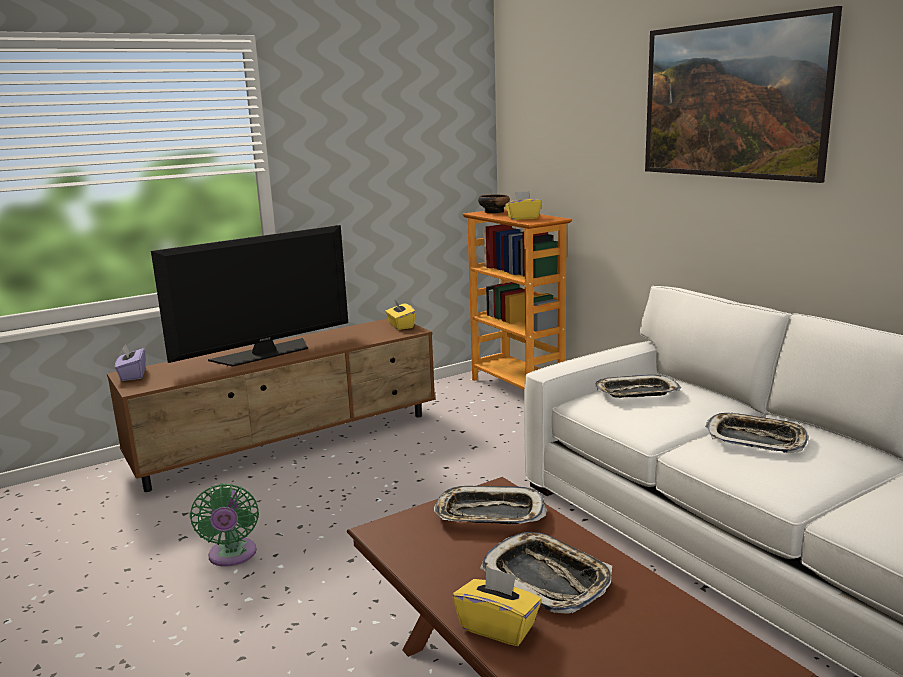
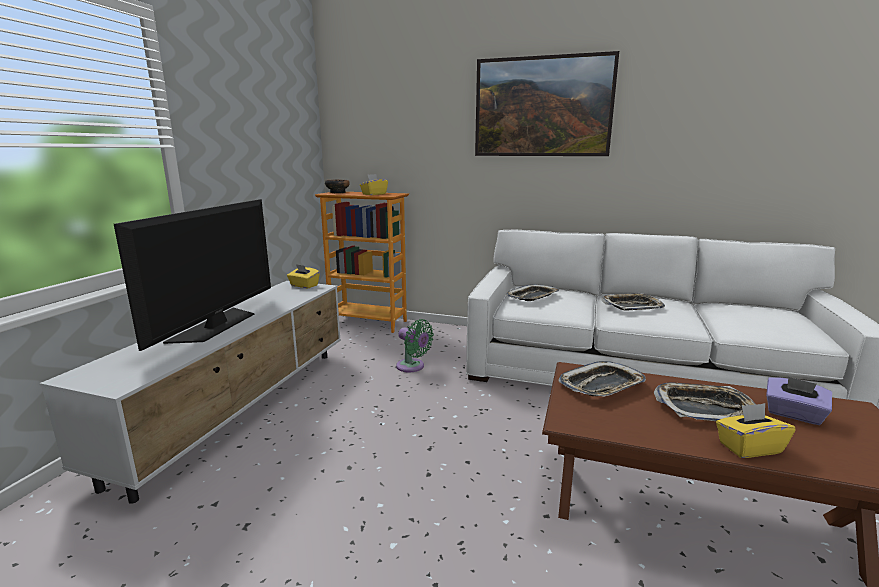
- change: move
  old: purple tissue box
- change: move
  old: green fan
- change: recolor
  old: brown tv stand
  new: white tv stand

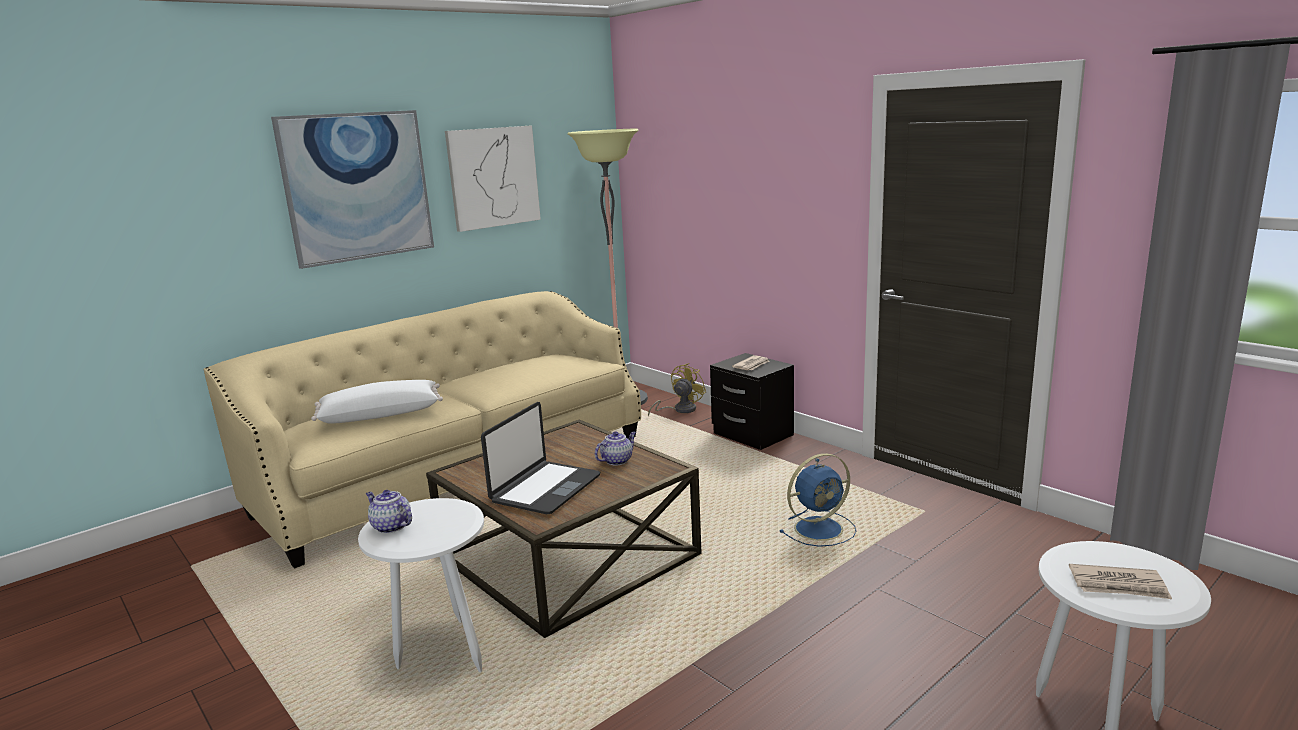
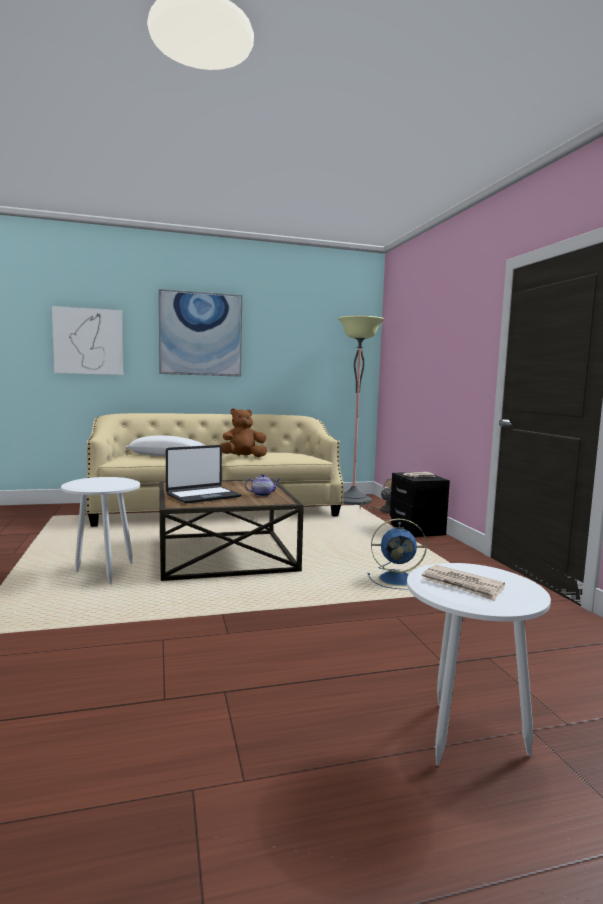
- change: delete
  old: teapot (1st from left)
- change: insert
  new: brown plush toy
- change: move
  old: picture (2nd from left in the first image)
  new: picture (1st from left)

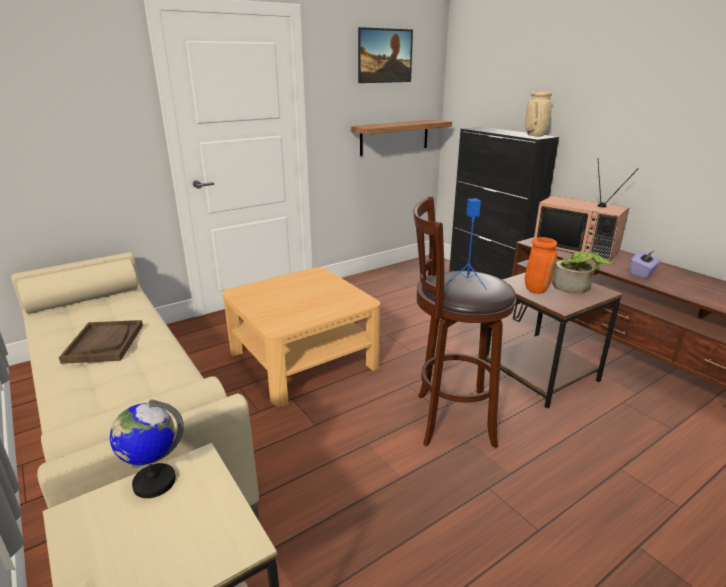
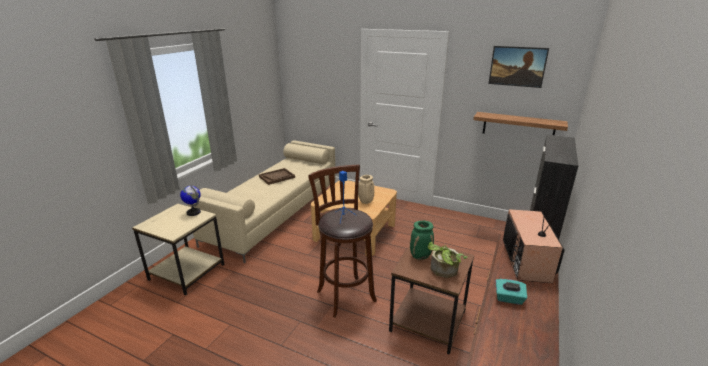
- change: move
  old: beige vase
- change: recolor
  old: orange vase
  new: green vase
- change: recolor
  old: purple tissue box
  new: turquoise tissue box

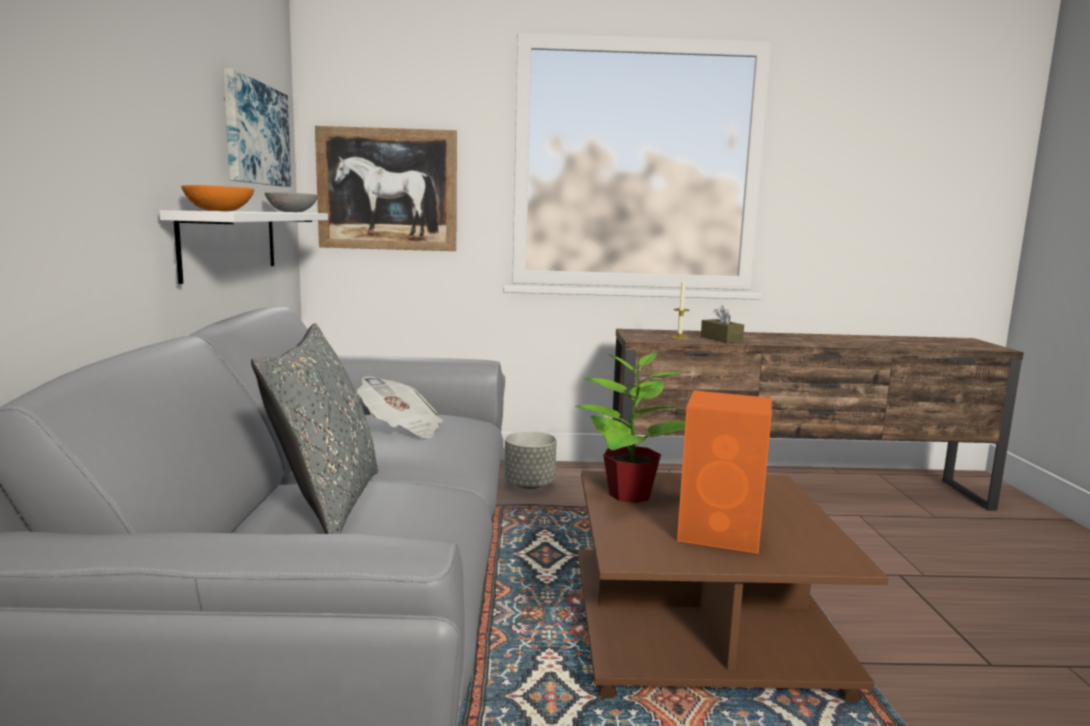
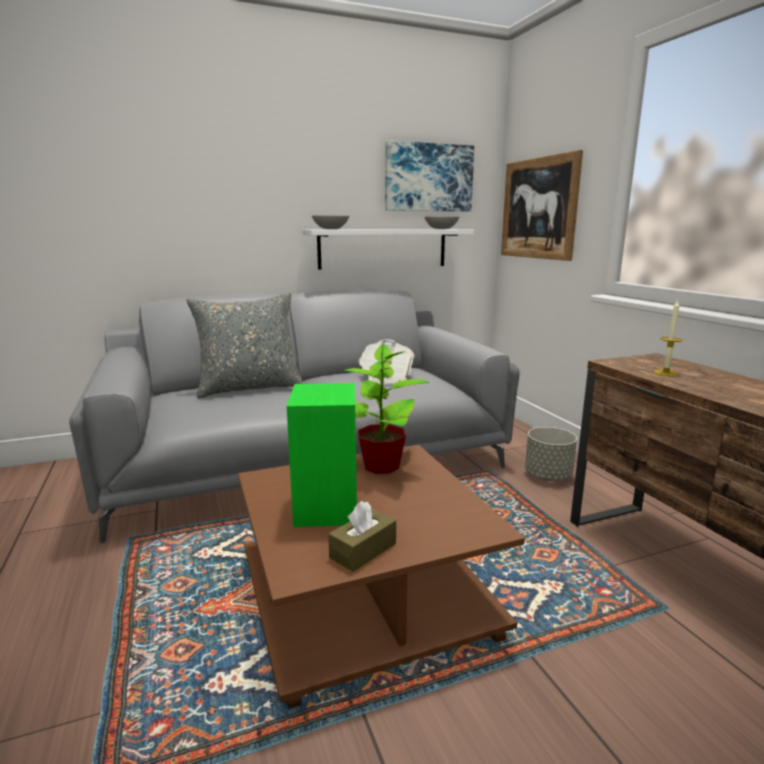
- change: move
  old: brown tissue box
- change: recolor
  old: orange bowl
  new: grey bowl (1st from left)
- change: recolor
  old: orange speaker
  new: green speaker

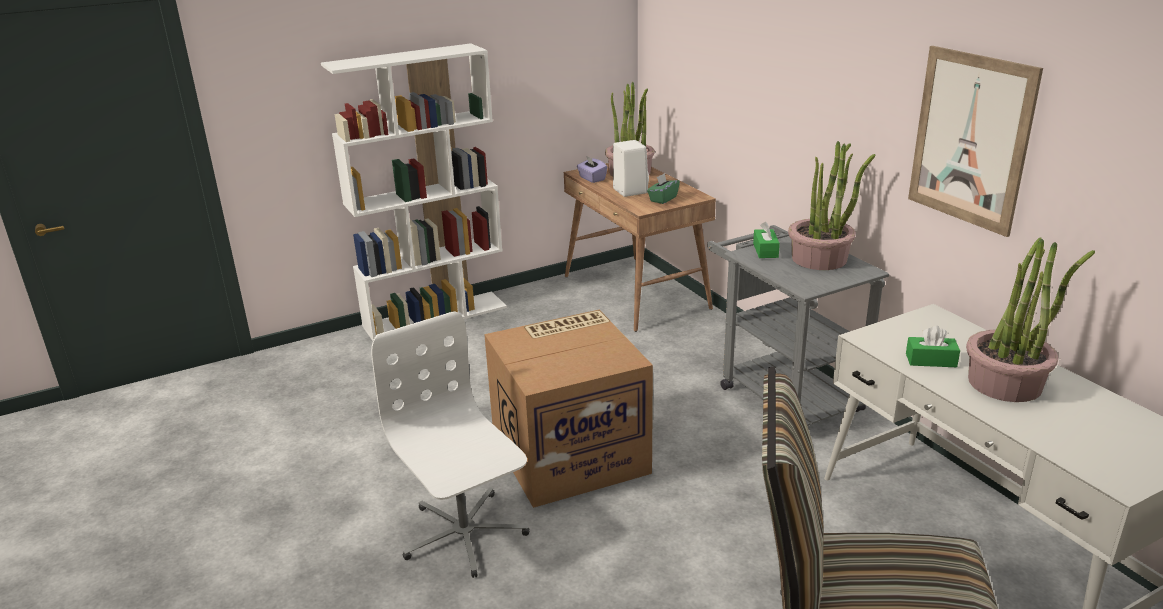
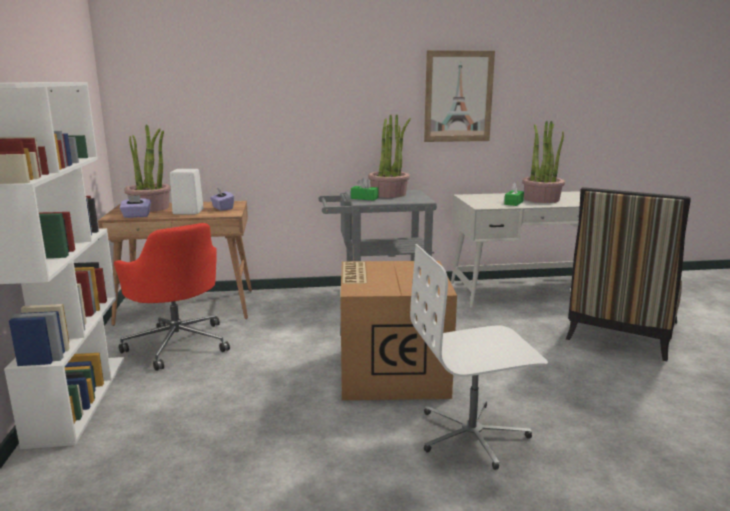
- change: insert
  new: red office chair
- change: recolor
  old: green tissue box (1st from left)
  new: purple tissue box (2nd from left)

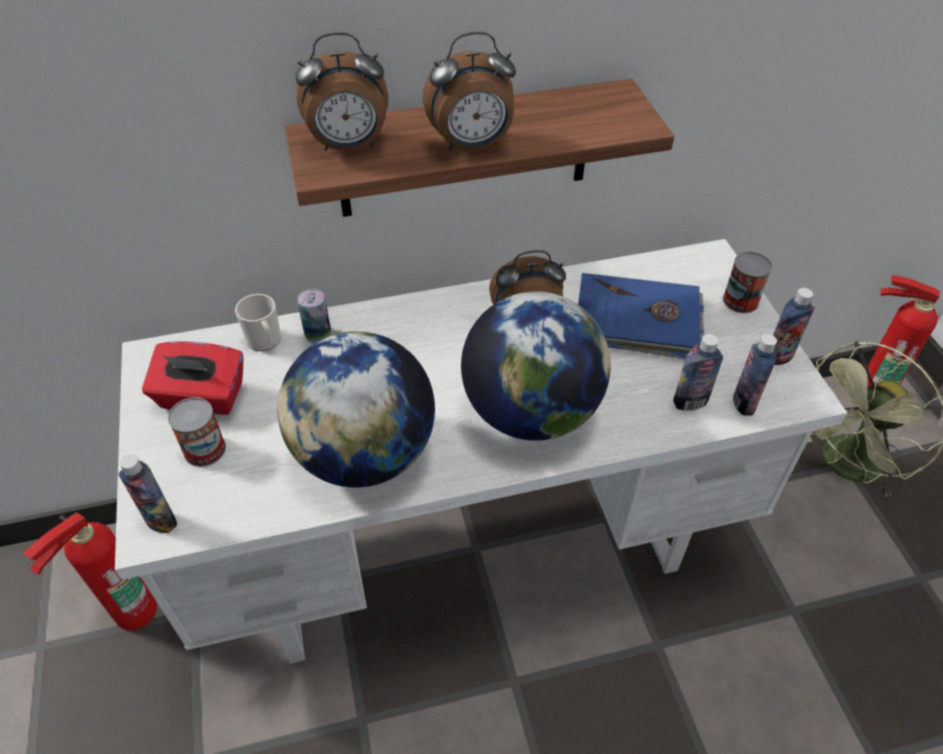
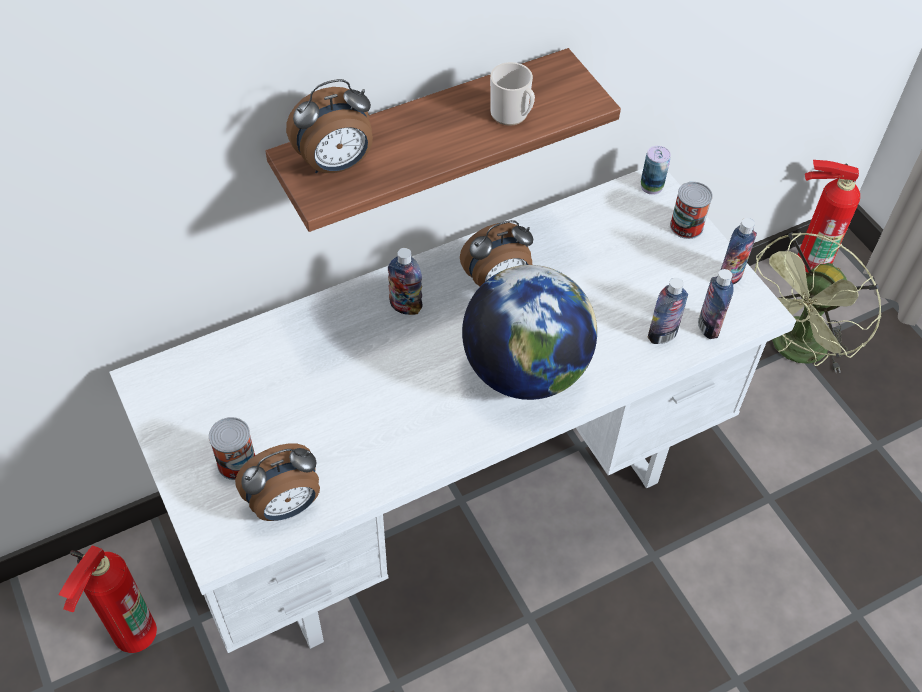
- change: delete
  old: red tissue box
- change: delete
  old: globe (1st from left)
- change: delete
  old: blue book
- change: move
  old: bottle (1st from left)
- change: move
  old: mug
- change: move
  old: can (2nd from left)
- change: move
  old: alarm clock (2nd from left in the first image)
  new: alarm clock (1st from left)

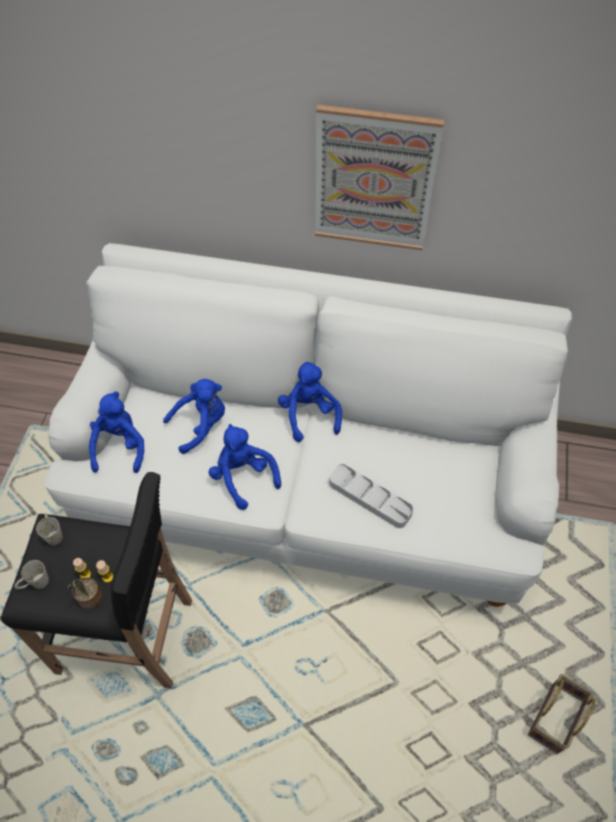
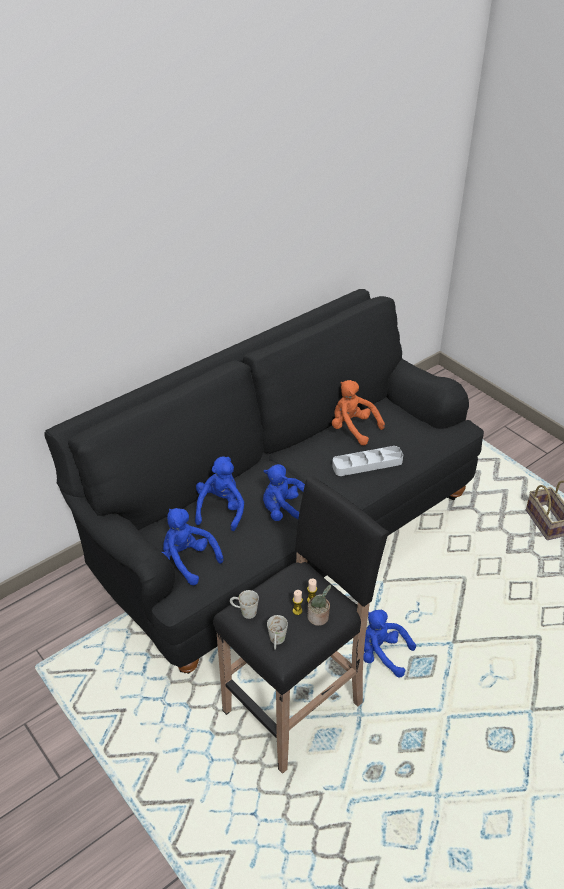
- change: delete
  old: picture
- change: insert
  new: orange plush toy
- change: move
  old: blue plush toy (4th from left)
- change: recolor
  old: white sofa
  new: black sofa

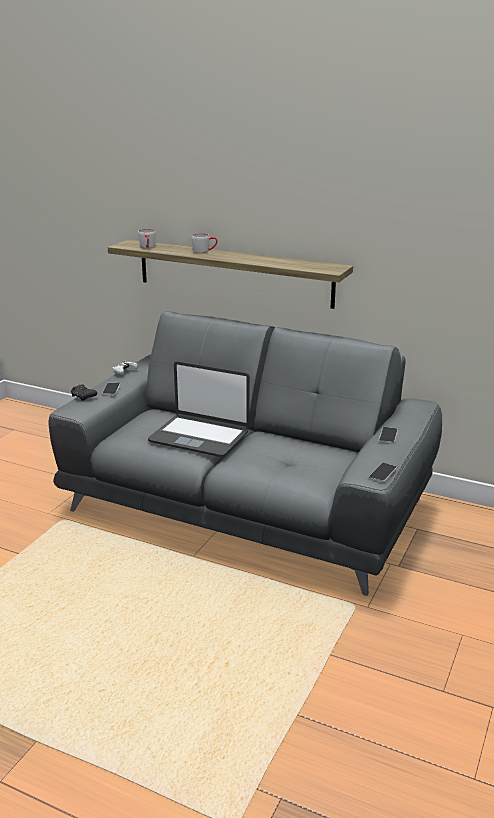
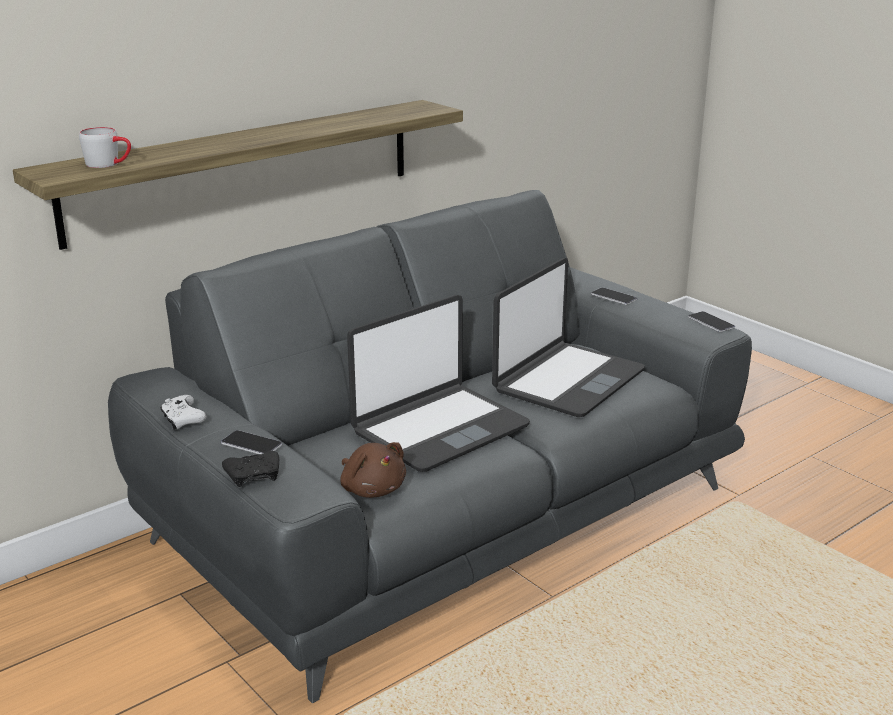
- change: delete
  old: grey mug (2nd from left)
- change: insert
  new: brown plush toy
- change: insert
  new: laptop (2nd from left)

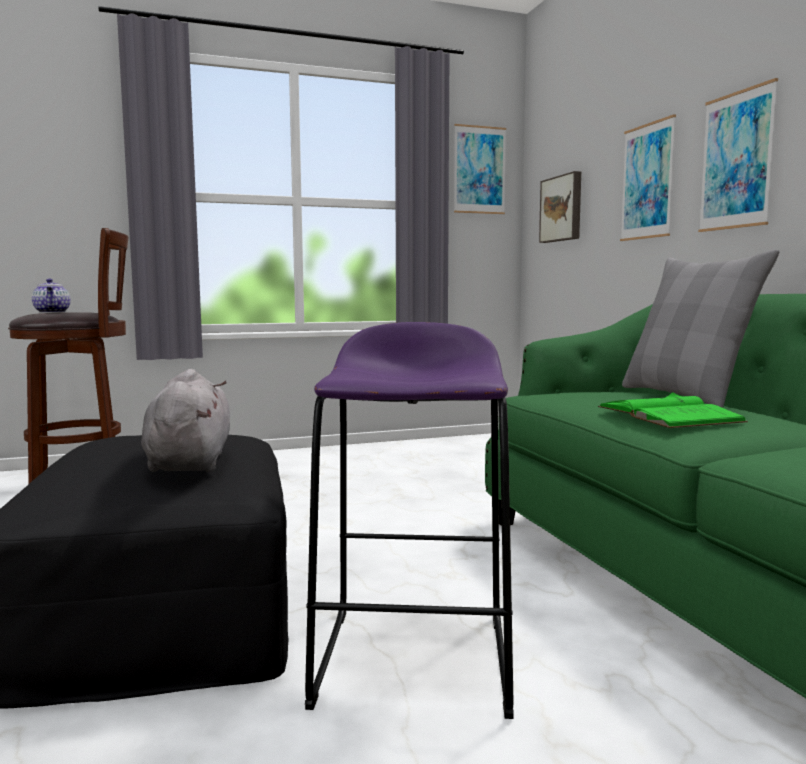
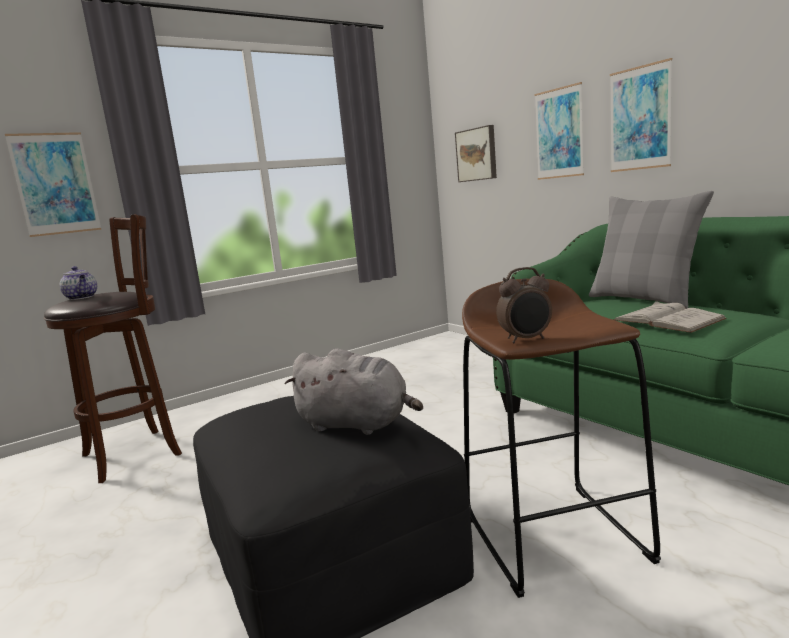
- change: insert
  new: alarm clock
- change: move
  old: picture (1st from left)
- change: recolor
  old: purple stool
  new: brown stool (2nd from left)
- change: recolor
  old: green book
  new: white book
- change: rotate
  old: grey plush toy
  degrees: 135

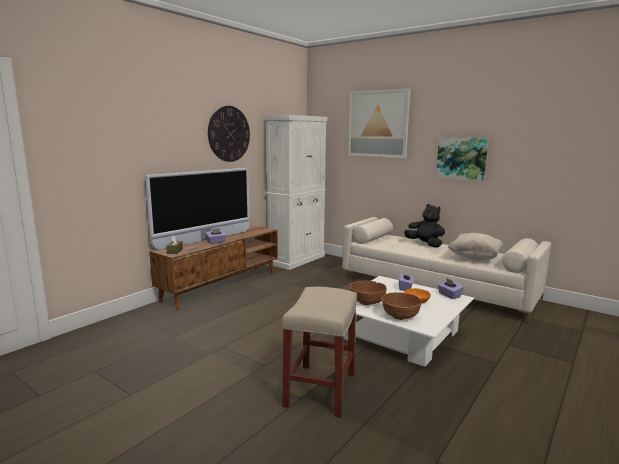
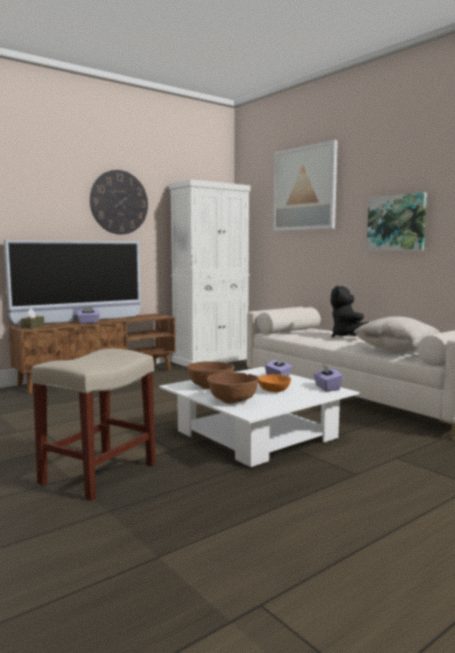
- change: rotate
  old: black plush toy
  degrees: -150

